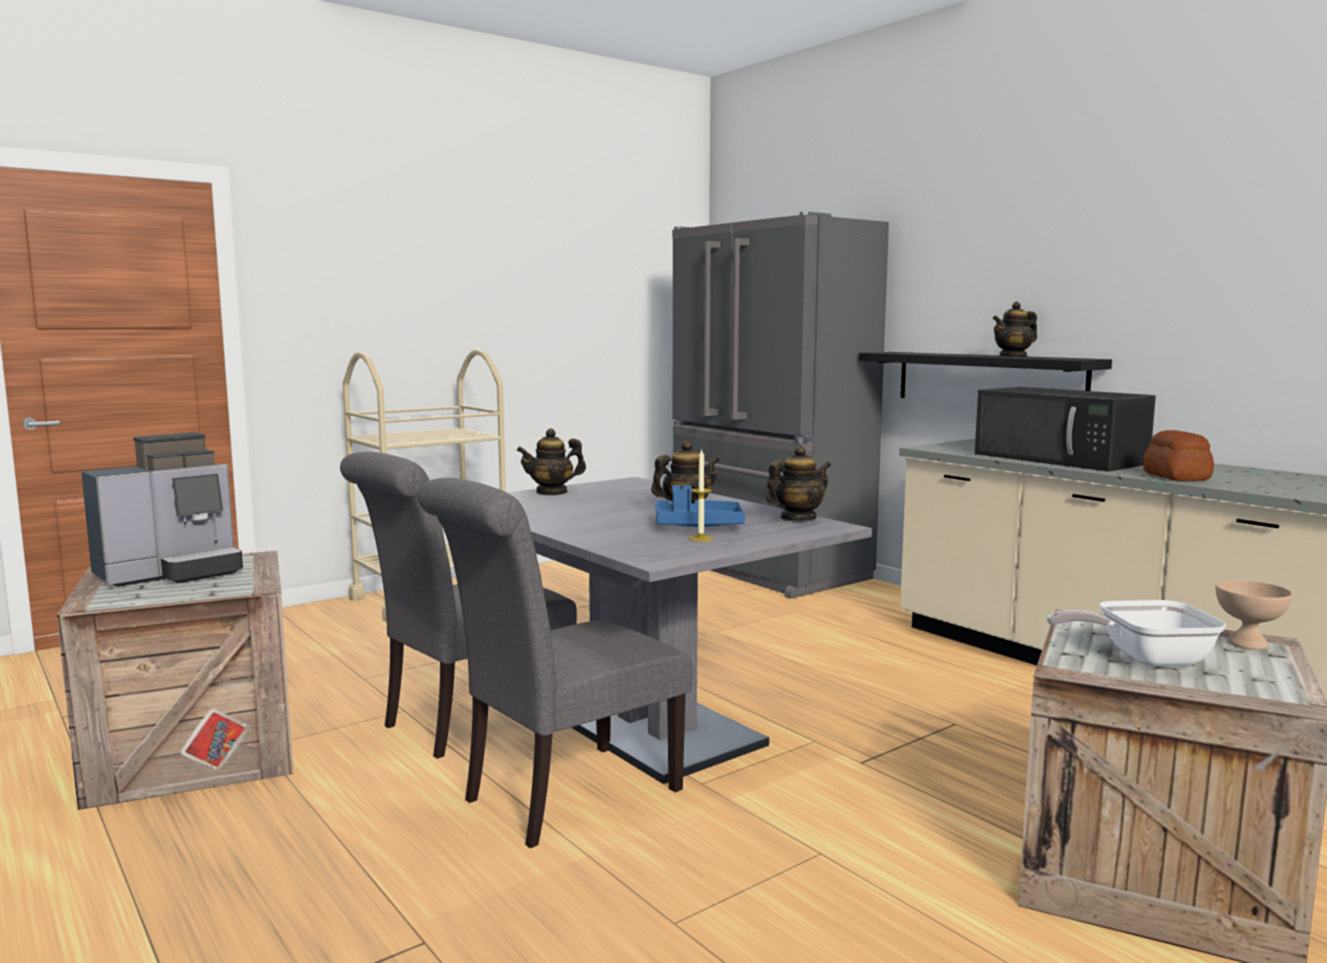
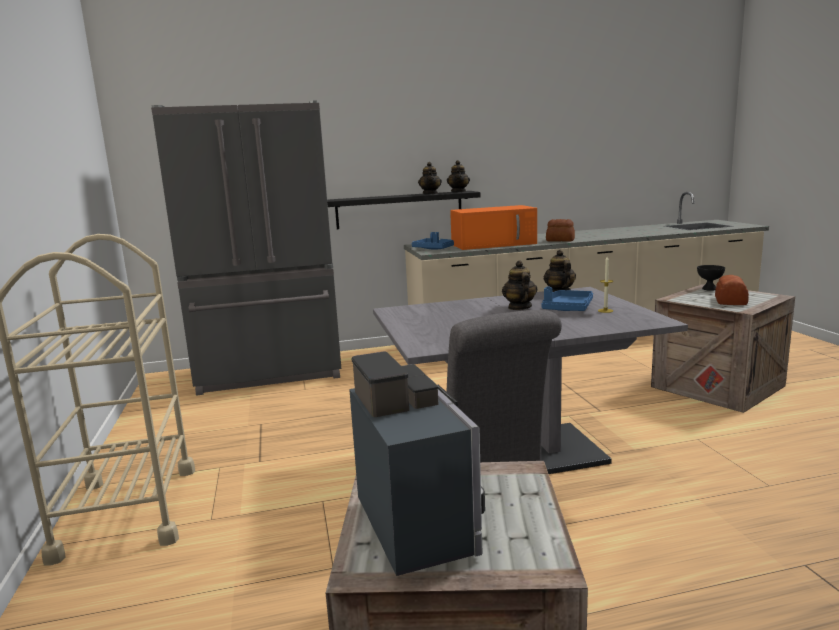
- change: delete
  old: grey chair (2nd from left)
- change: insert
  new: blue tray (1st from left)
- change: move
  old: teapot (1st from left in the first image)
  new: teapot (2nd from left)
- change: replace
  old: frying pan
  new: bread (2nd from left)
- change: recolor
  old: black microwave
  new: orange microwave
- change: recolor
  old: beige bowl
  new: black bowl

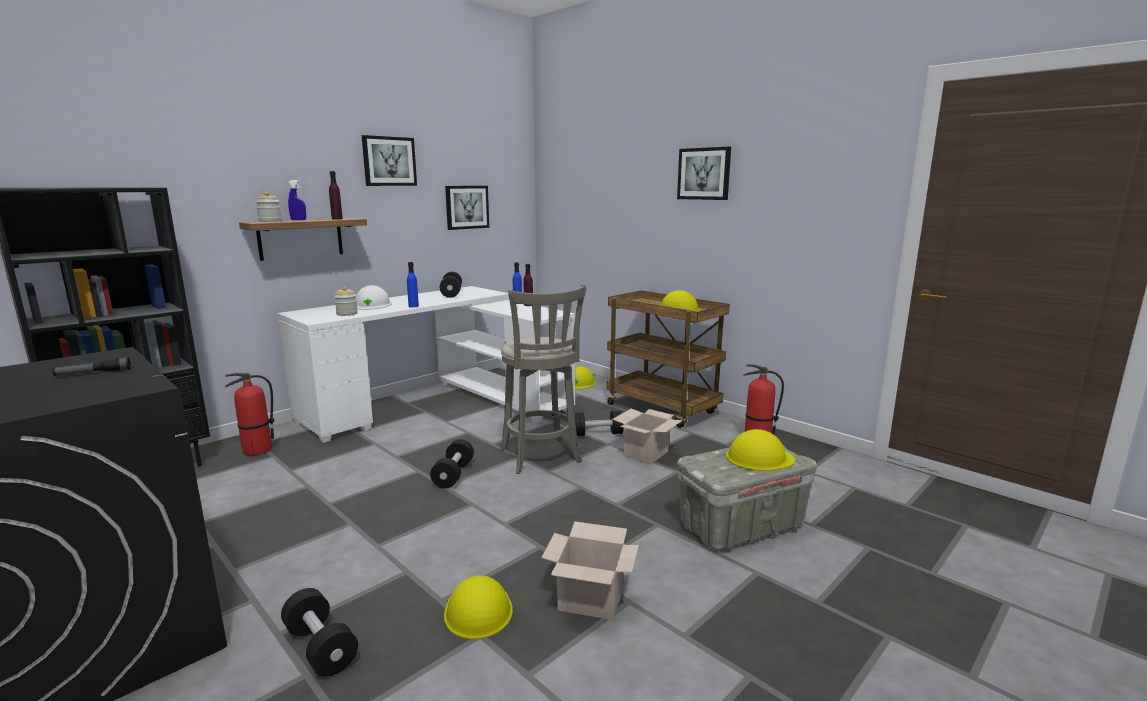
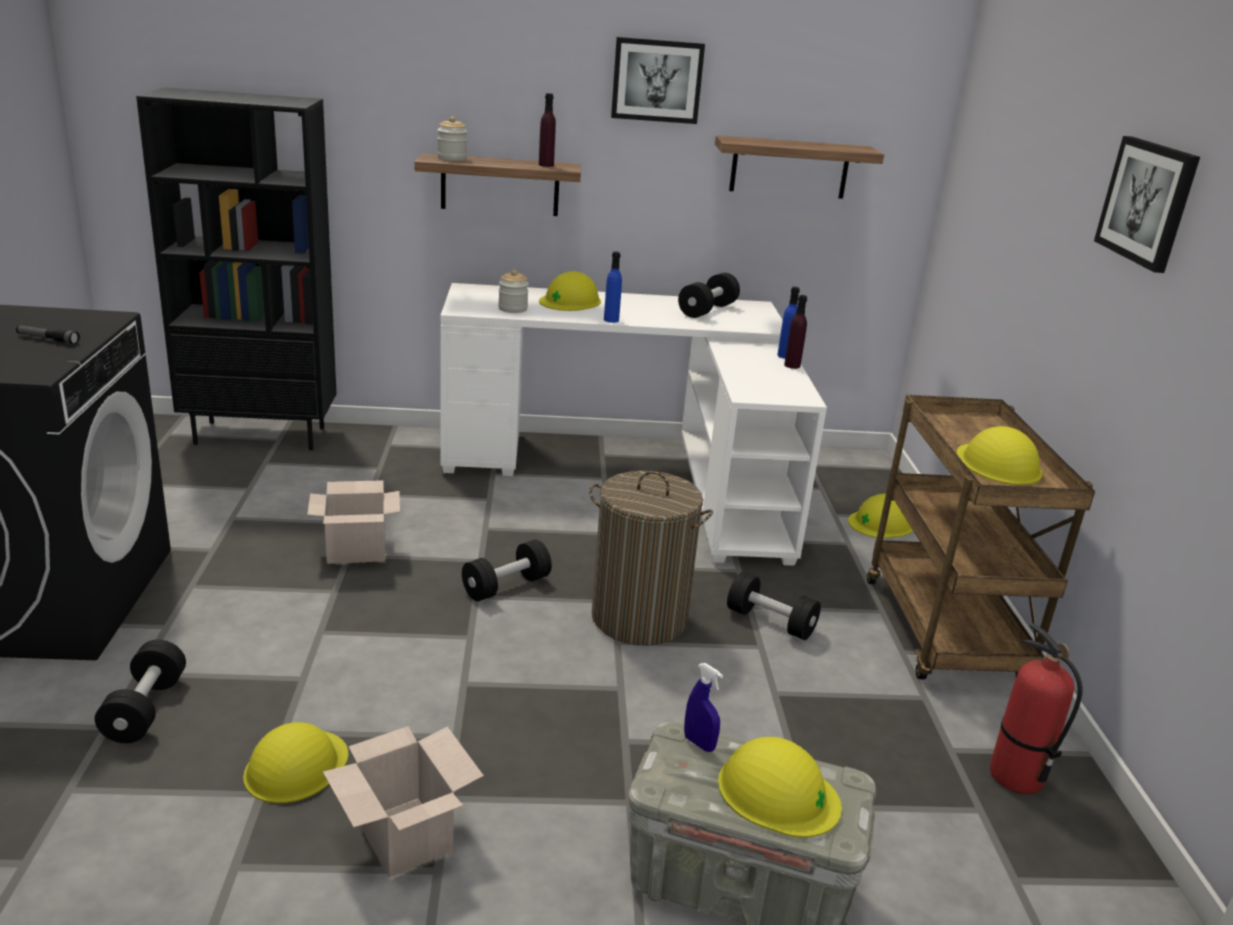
- change: delete
  old: fire extinguisher (1st from left)
- change: move
  old: blue spray bottle
- change: move
  old: cardboard box (2nd from left in the first image)
  new: cardboard box (1st from left)
- change: replace
  old: picture (2nd from left)
  new: shelf (2nd from left)
- change: replace
  old: grey stool
  new: laundry basket
- change: recolor
  old: white hard hat
  new: yellow hard hat (2nd from left)

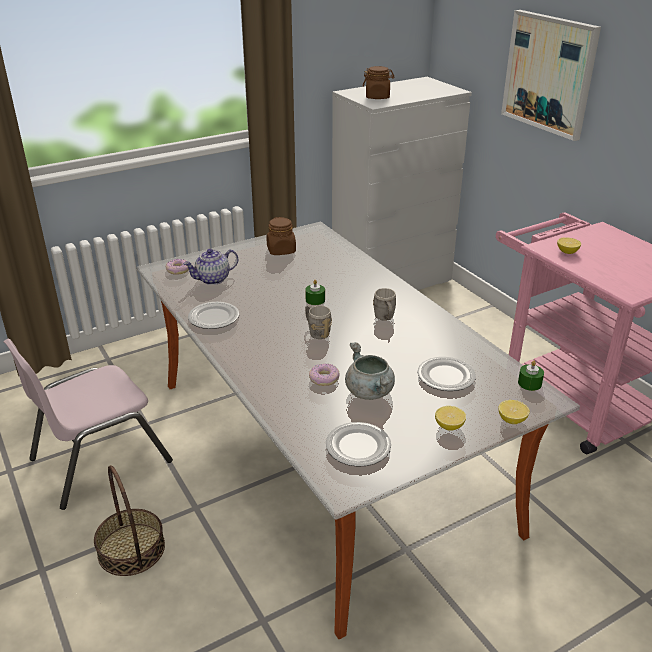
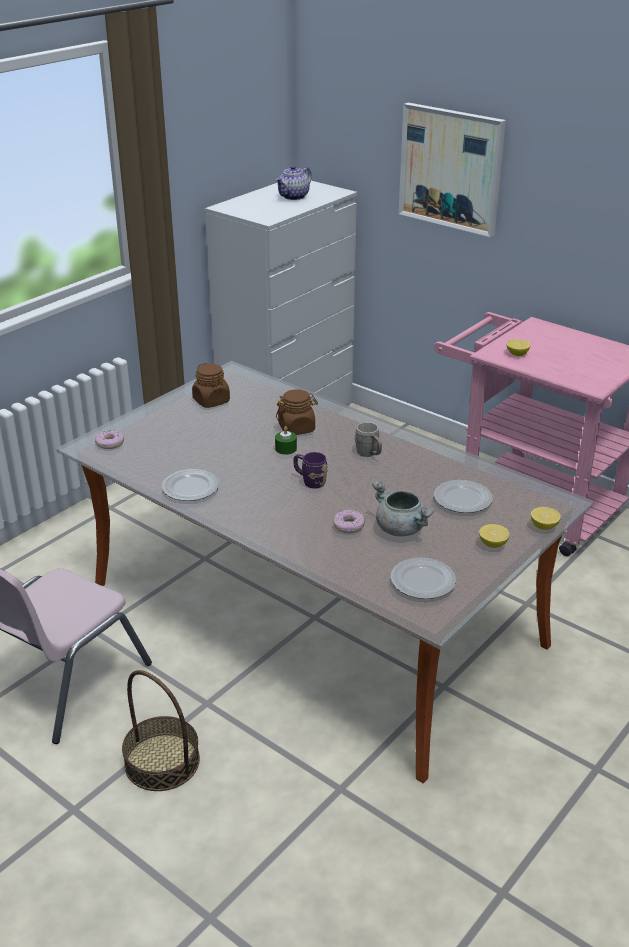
- change: delete
  old: green candle (2nd from left)
- change: move
  old: teapot
- change: move
  old: brown jar (2nd from left)
- change: recolor
  old: grey mug (1st from left)
  new: purple mug

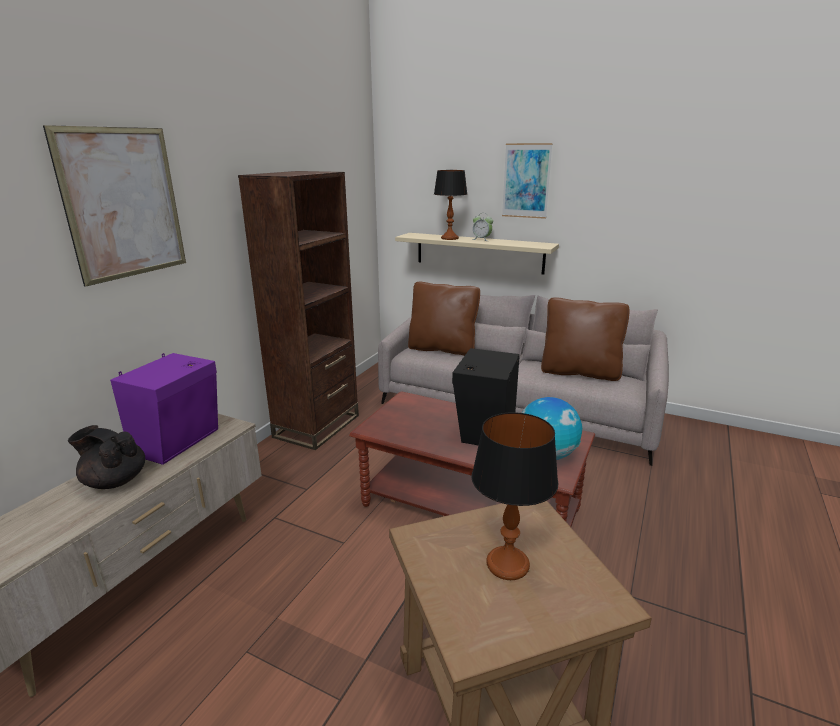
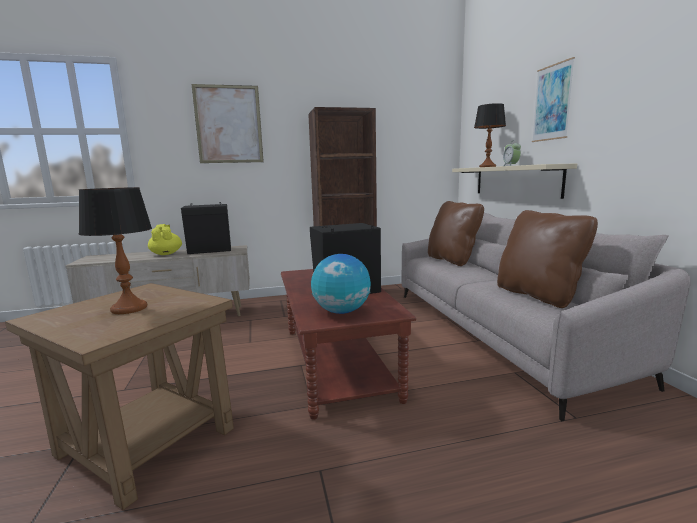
- change: recolor
  old: black teapot
  new: yellow teapot
- change: recolor
  old: purple speaker
  new: black speaker (1st from left)

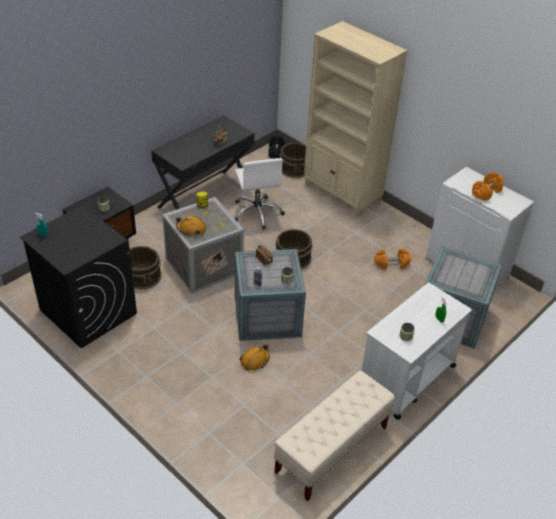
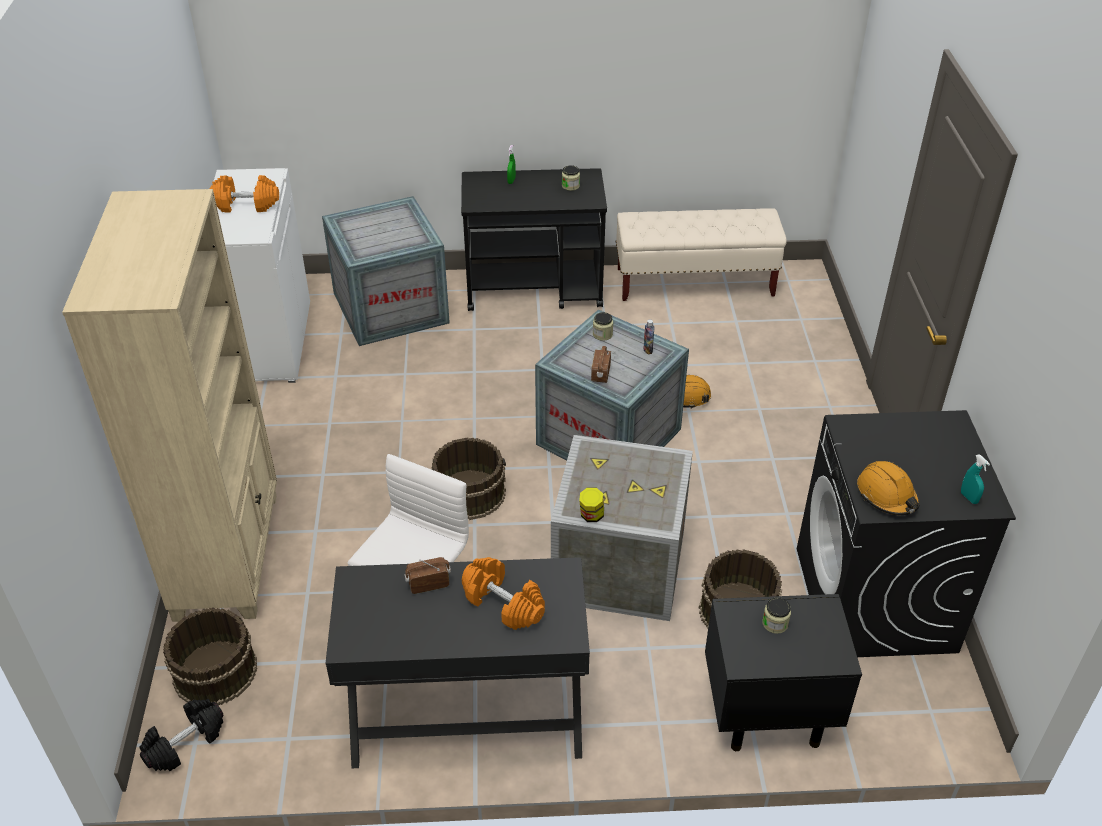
- change: move
  old: orange hard hat (1st from left in the first image)
  new: orange hard hat (2nd from left)
- change: move
  old: orange dumbbell (1st from left in the first image)
  new: orange dumbbell (2nd from left)
- change: recolor
  old: white cart
  new: black cart

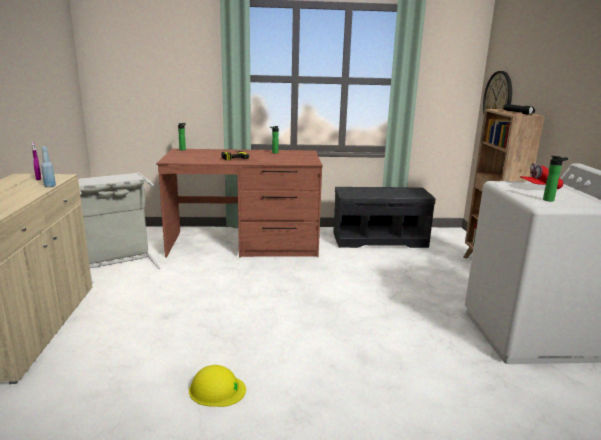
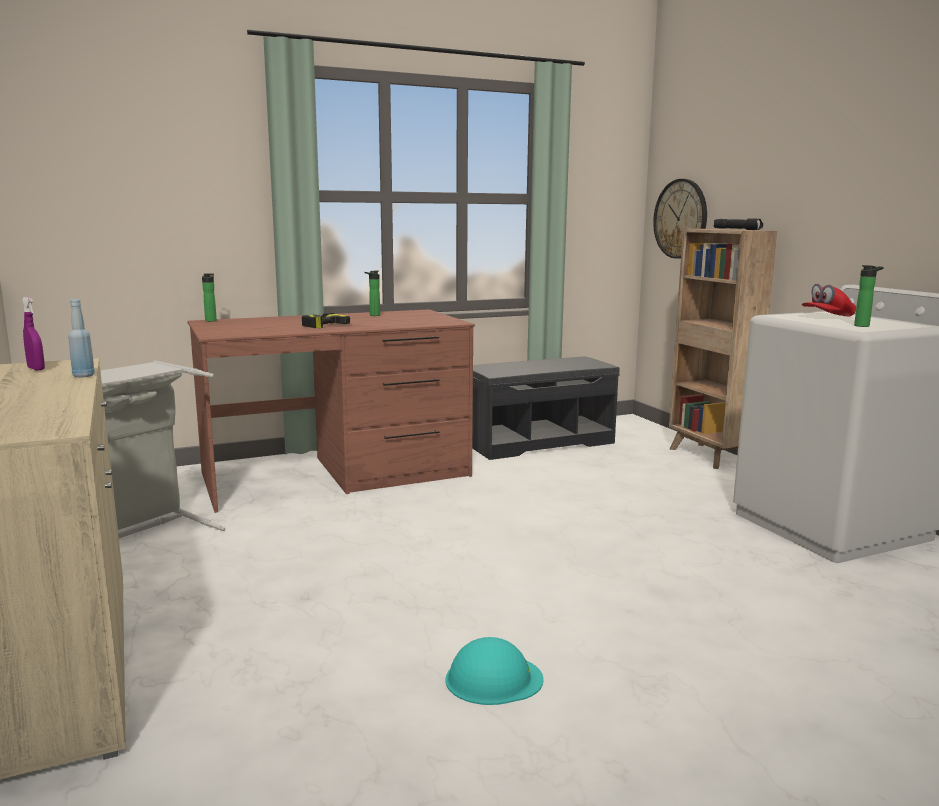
- change: recolor
  old: yellow hard hat
  new: turquoise hard hat

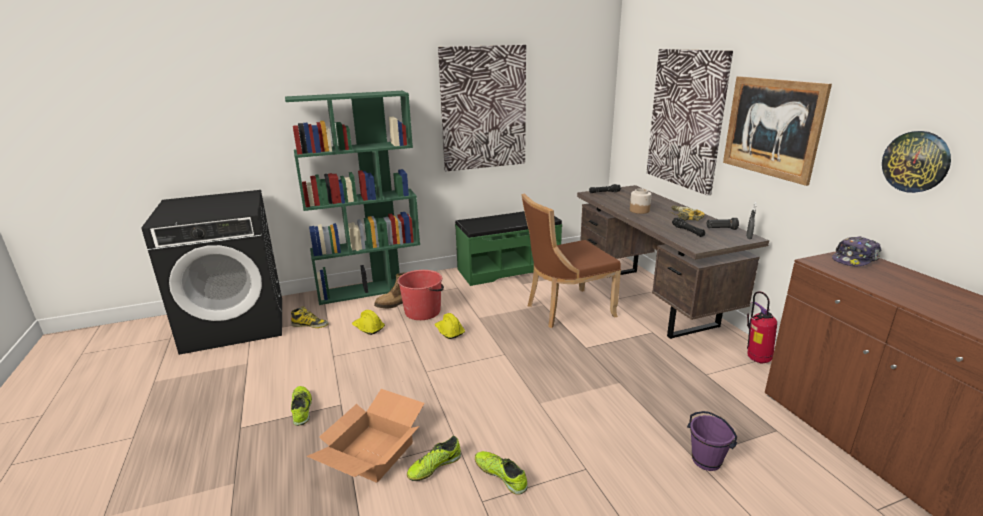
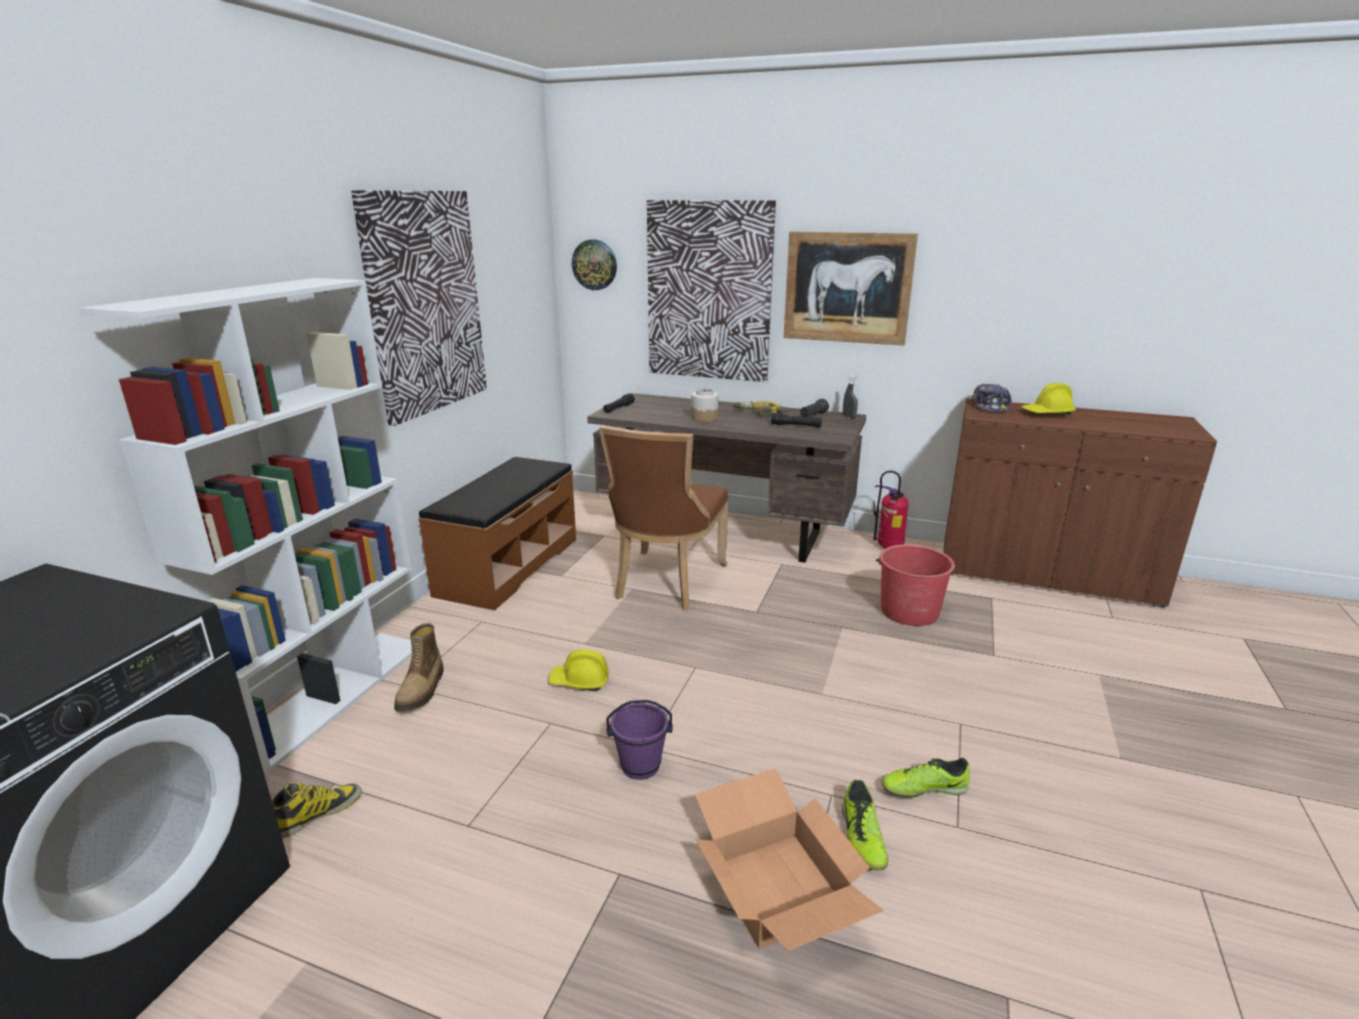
- change: delete
  old: shoe (1st from left)
- change: move
  old: yellow hard hat (1st from left in the first image)
  new: yellow hard hat (2nd from left)
- change: move
  old: red bucket
- change: move
  old: purple bucket
- change: move
  old: wall clock
- change: recolor
  old: green bookcase
  new: white bookcase
- change: recolor
  old: green bench
  new: brown bench

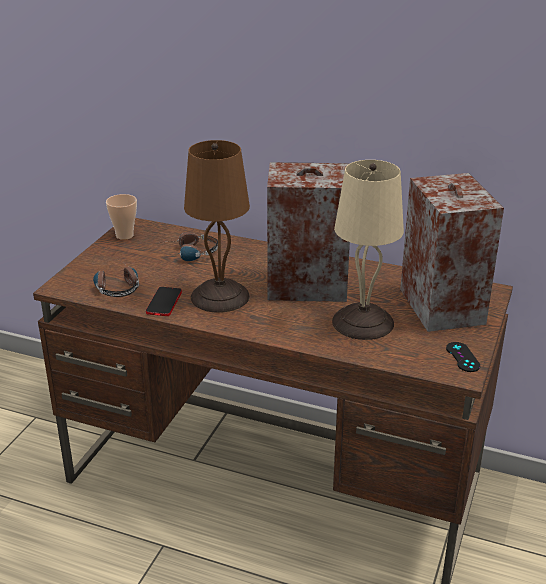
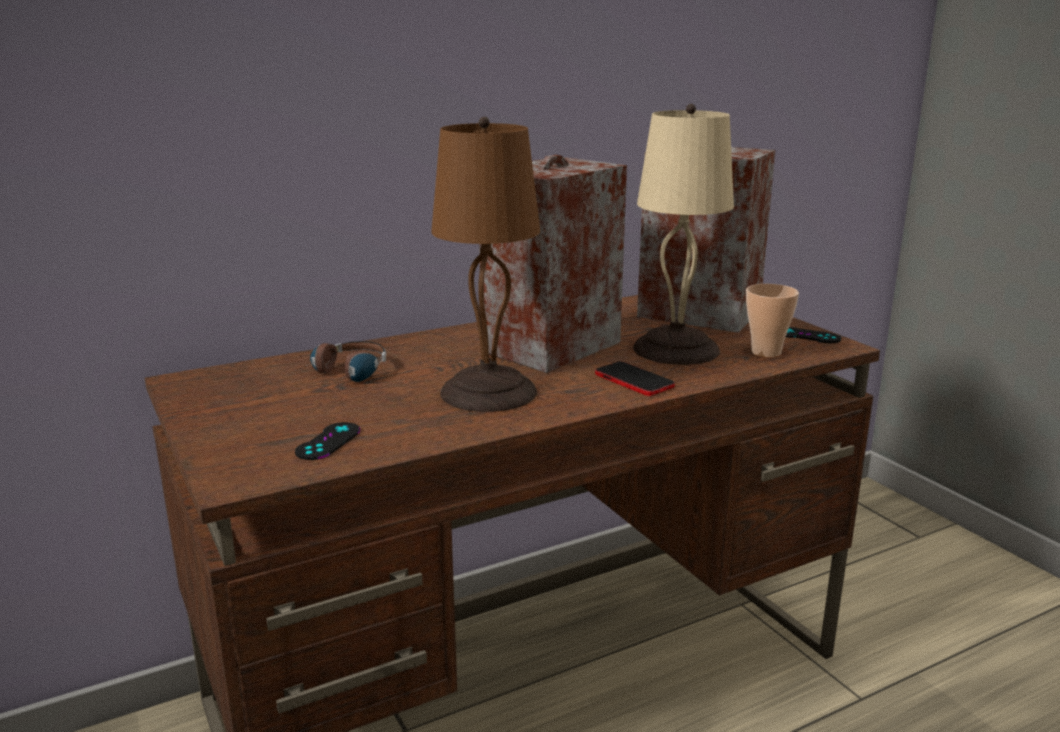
- change: move
  old: cup
- change: move
  old: phone
- change: replace
  old: headphones (1st from left)
  new: black game controller (1st from left)

